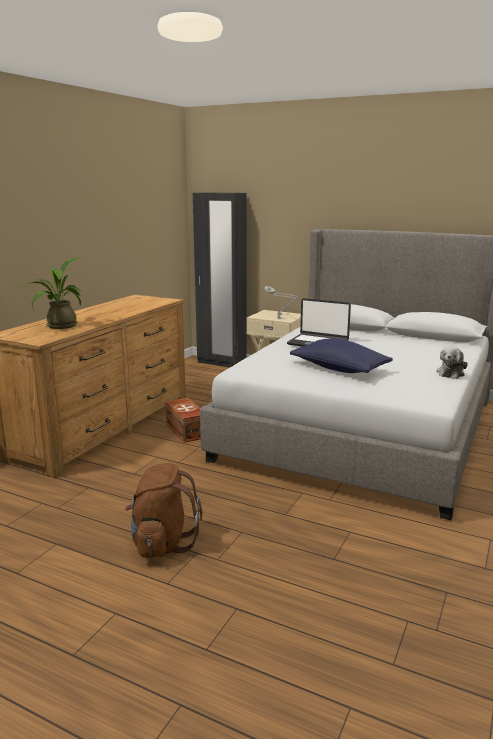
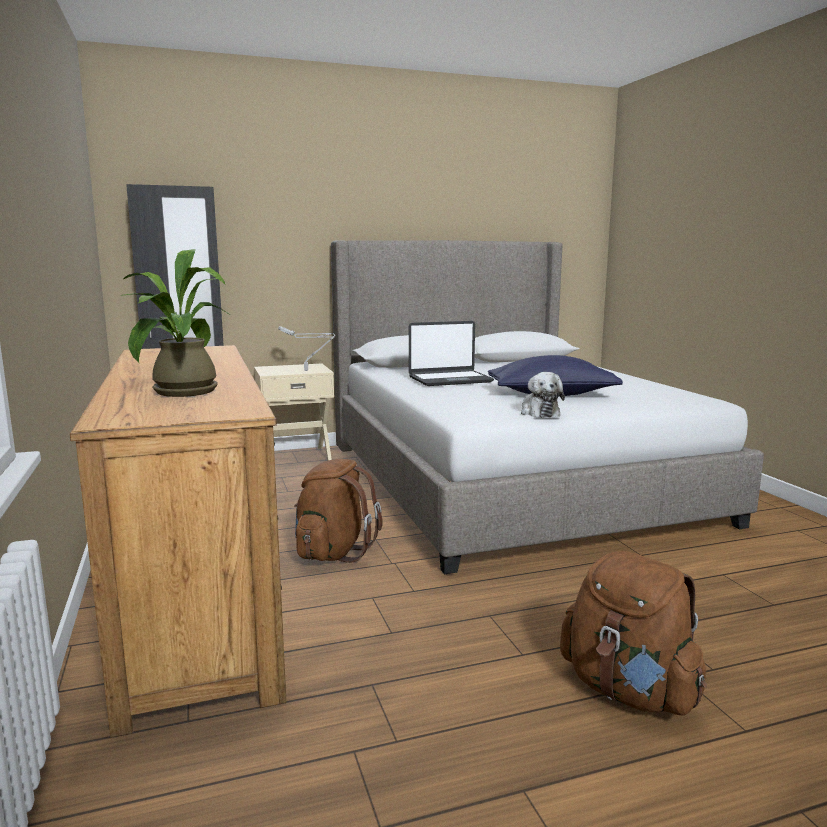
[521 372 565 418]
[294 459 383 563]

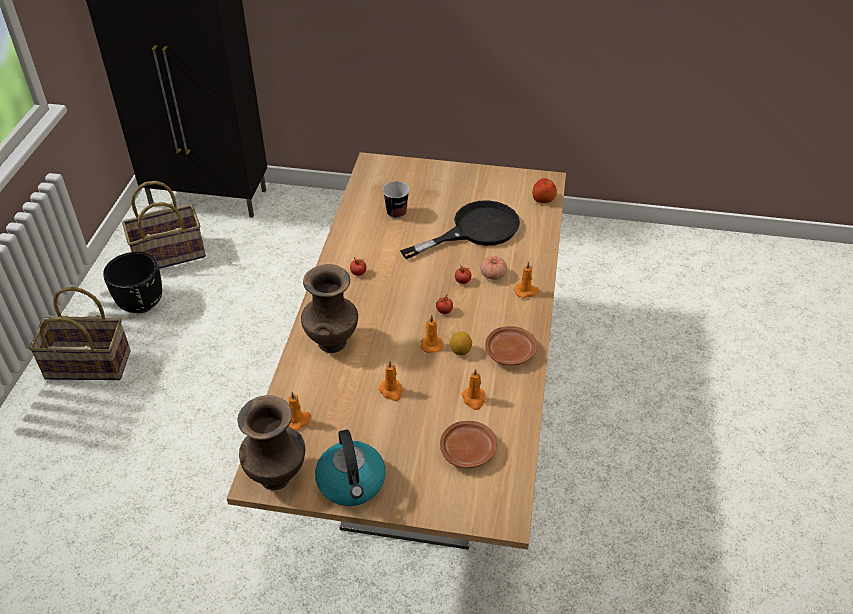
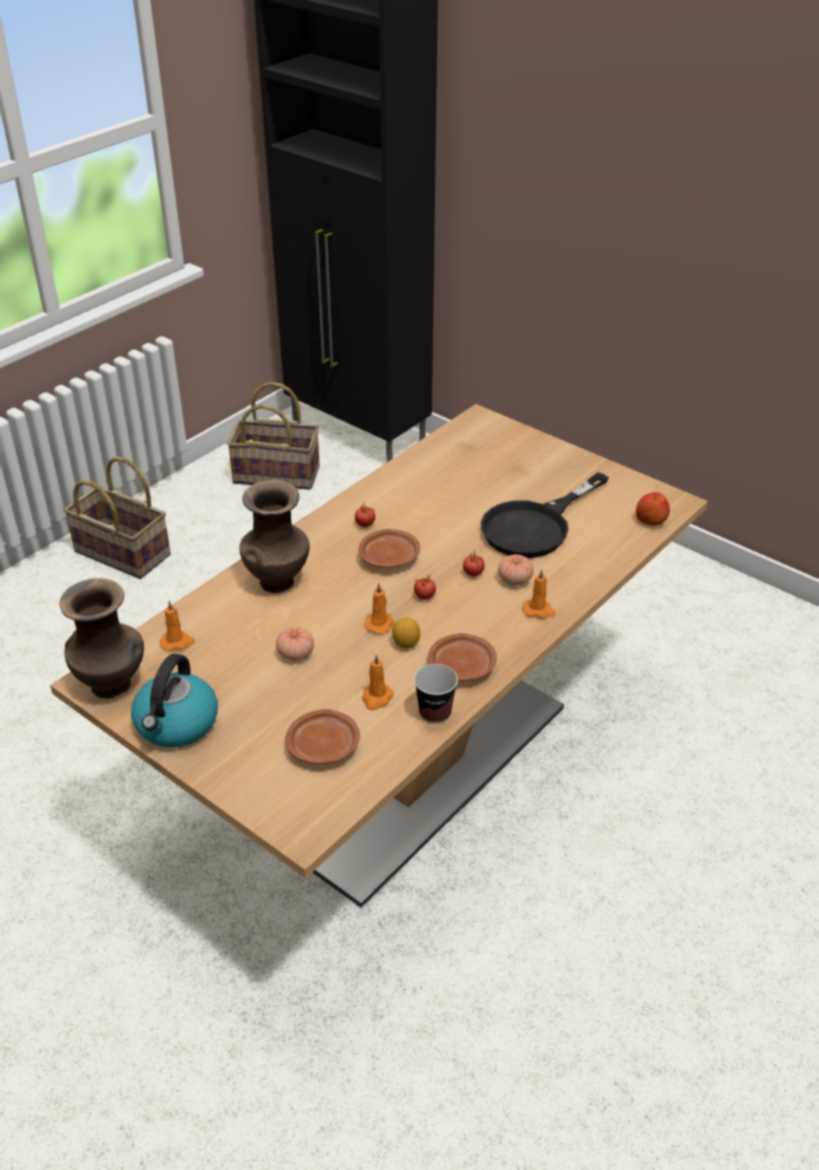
[103 252 162 313] (first image)
[358 529 420 568]
[414 664 458 724]
[276 627 314 661]
[481 472 609 558]

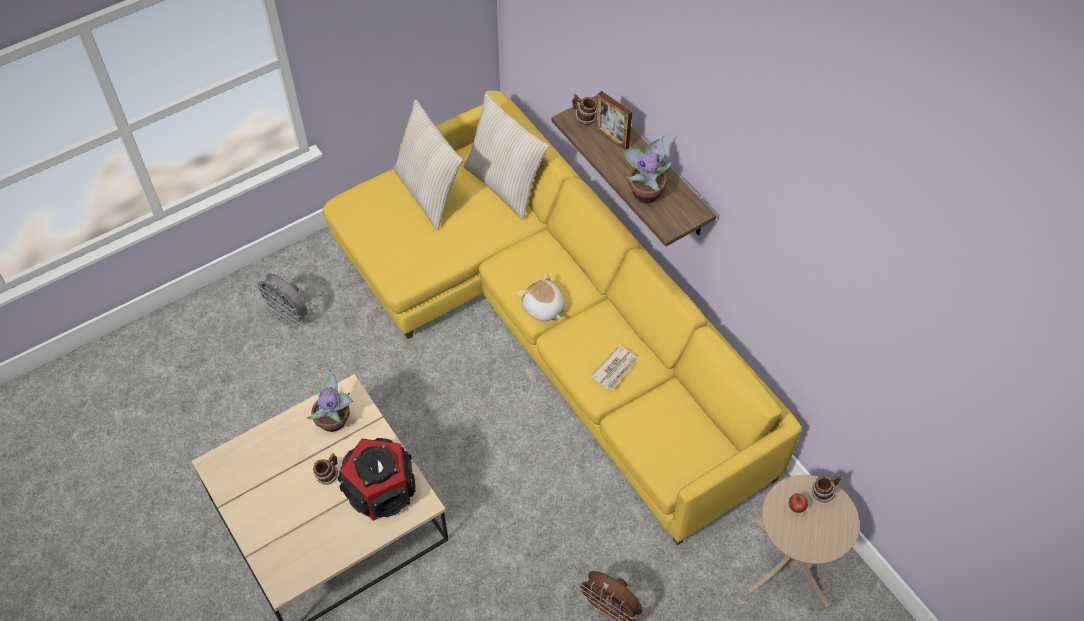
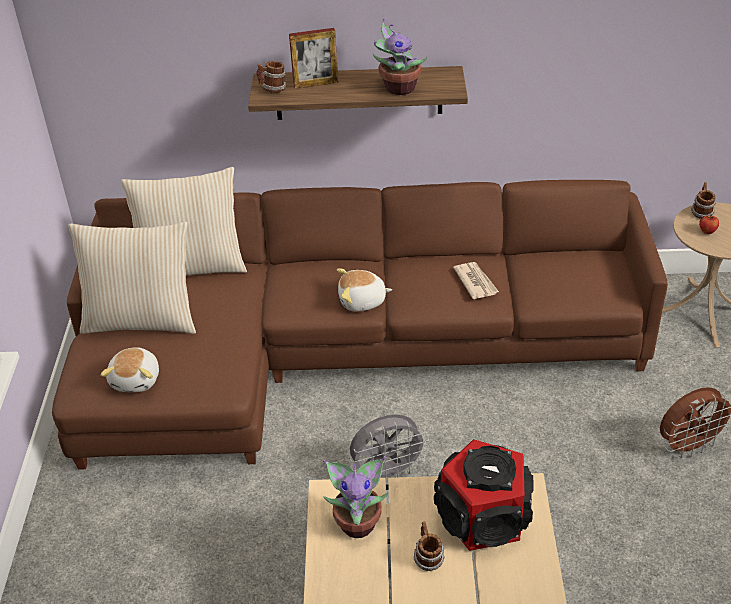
[100 347 159 392]
[350 414 429 483]
[52 180 668 470]

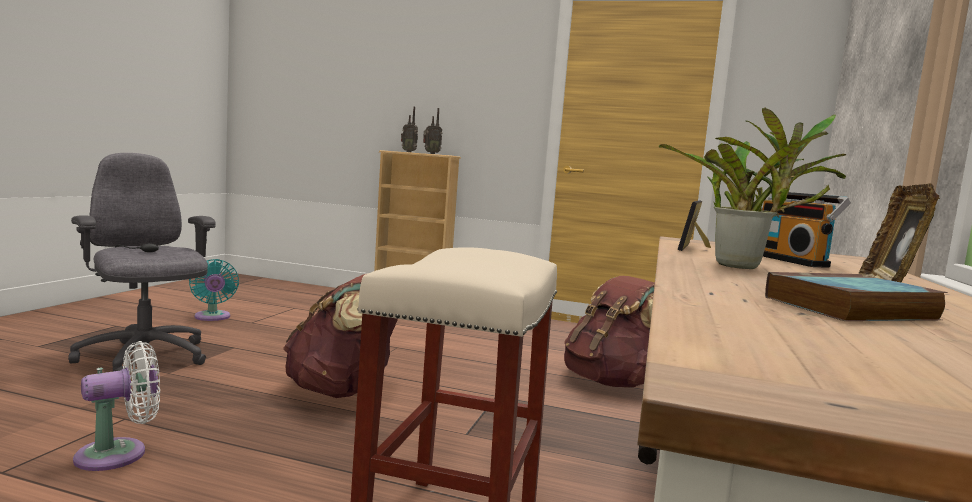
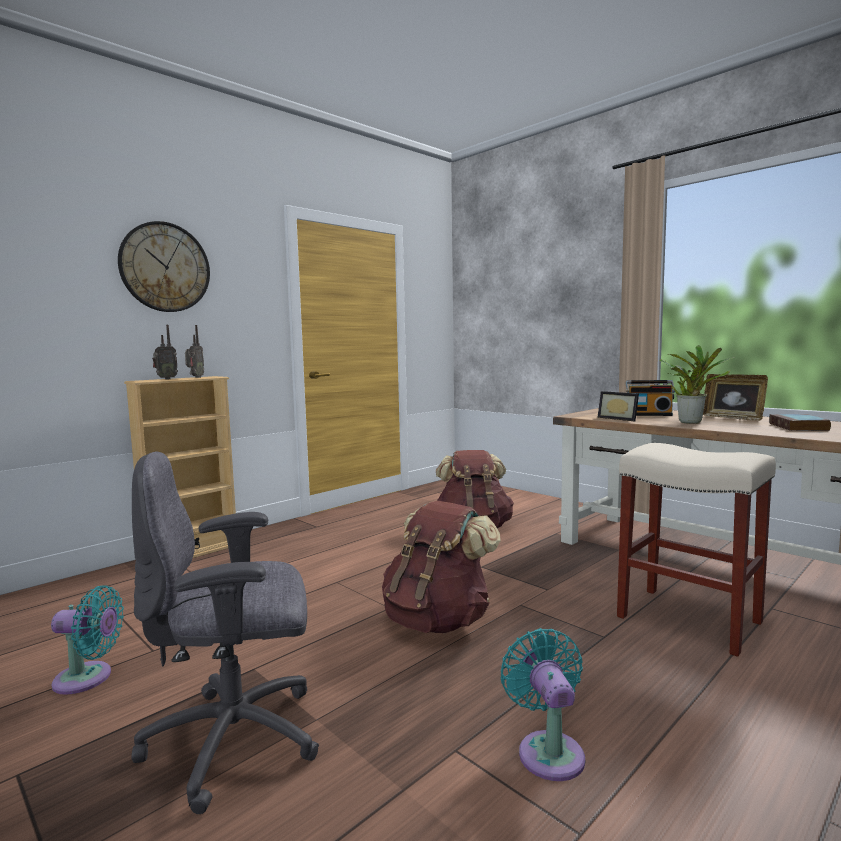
[118 221 210 312]
[501 628 585 781]

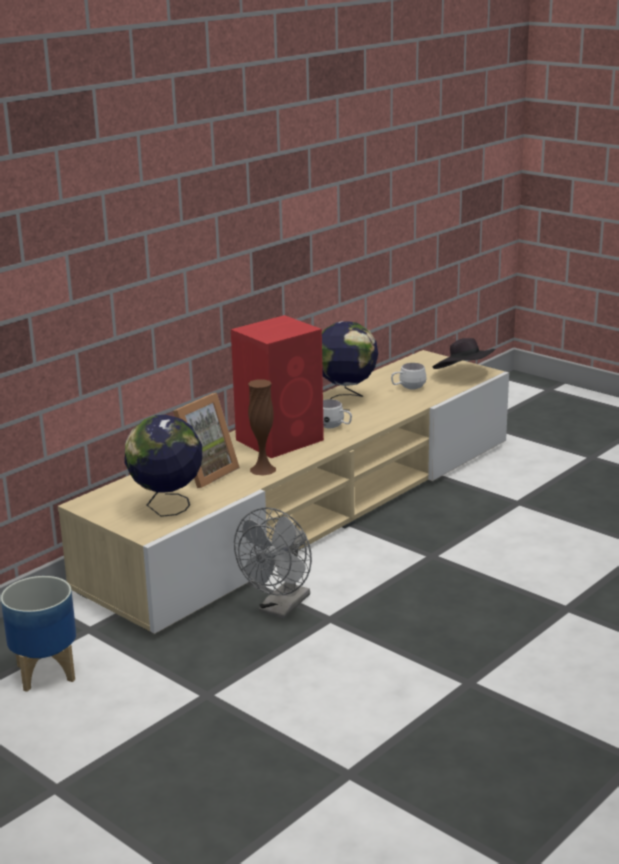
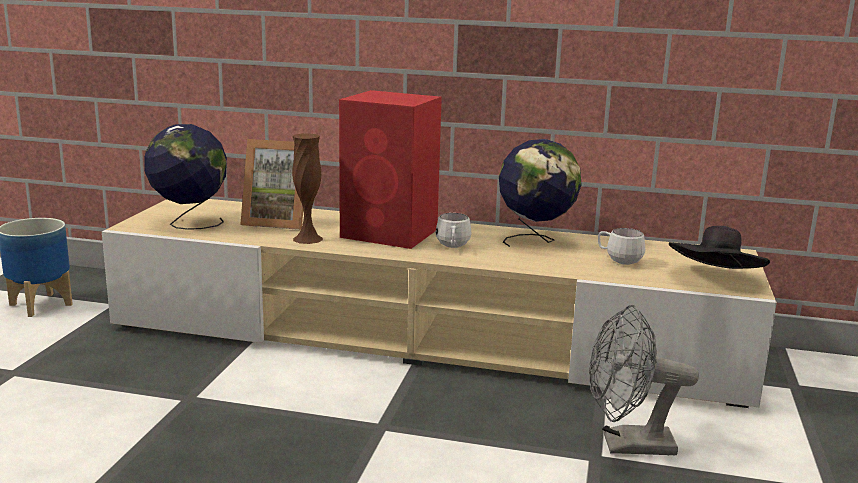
[589 305 699 455]

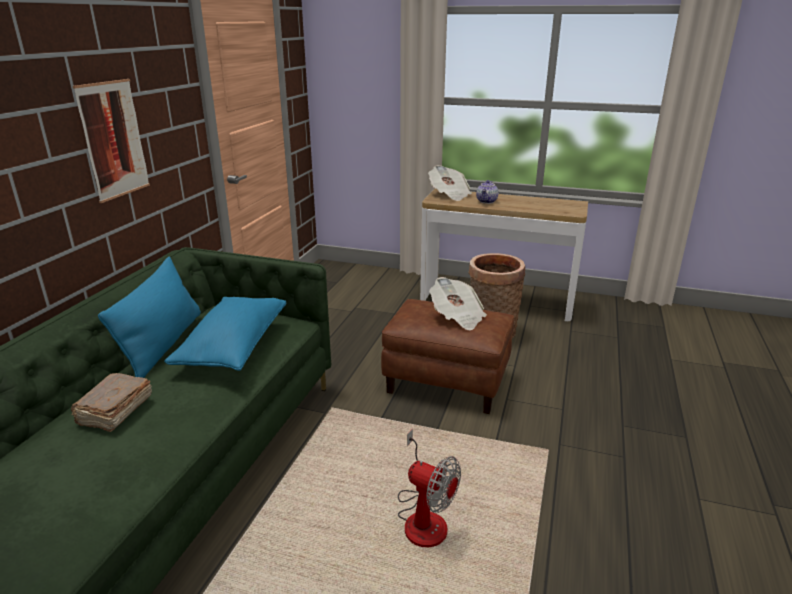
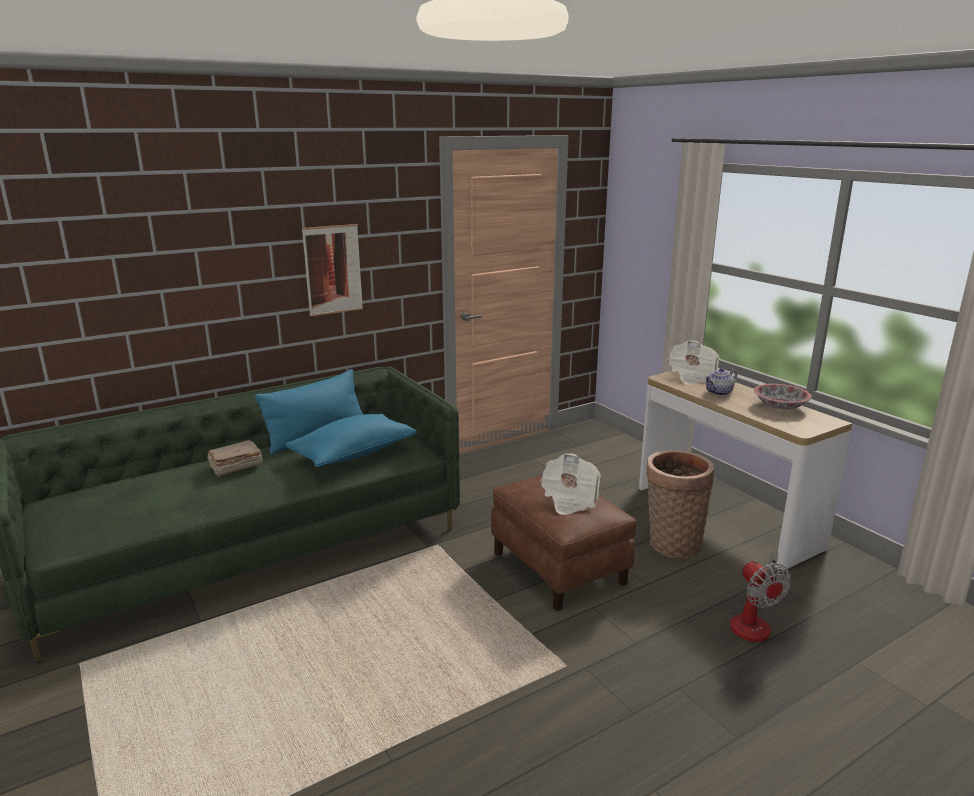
[754 384 811 409]
[730 553 791 642]

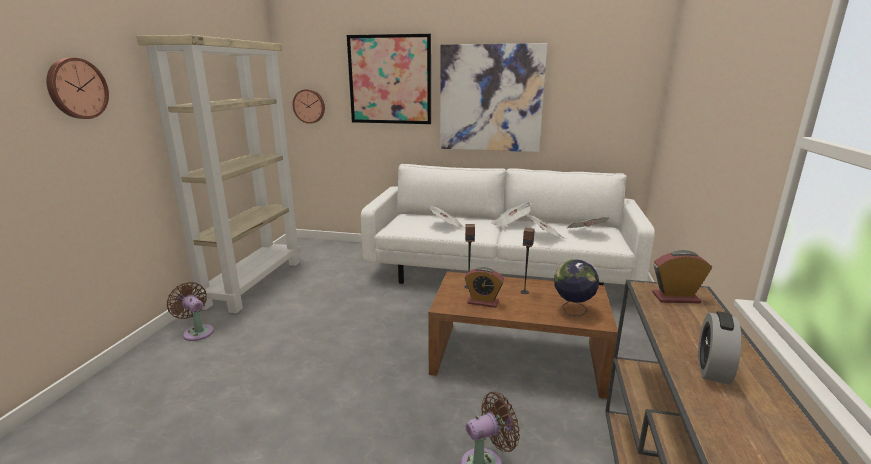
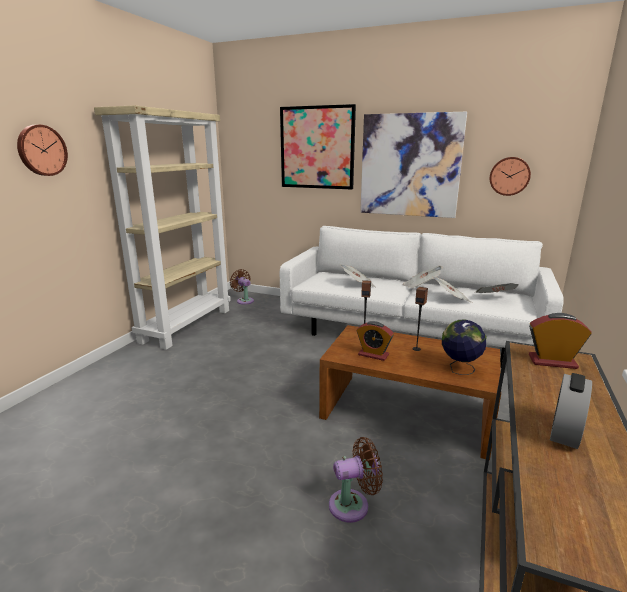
[230 269 254 305]
[490 157 531 196]

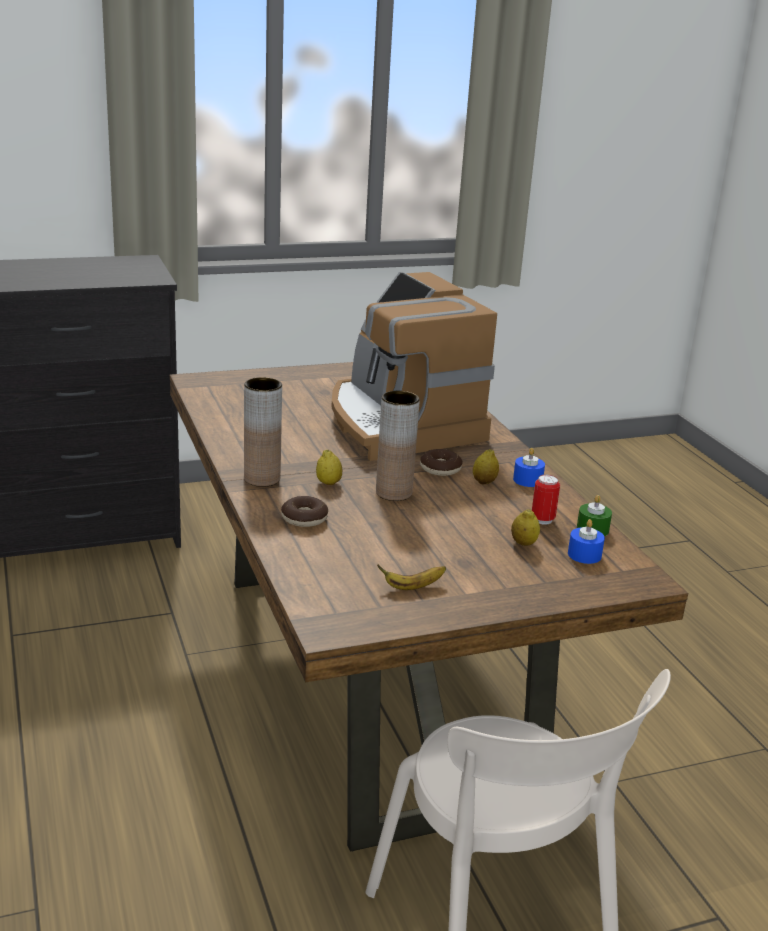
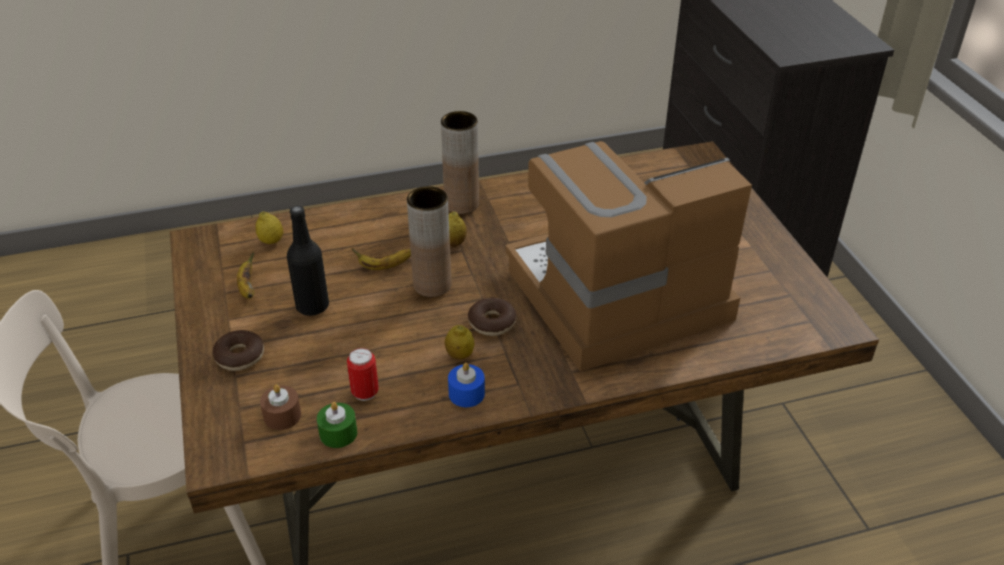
[287 206 329 316]
[351 248 411 270]
[213 330 264 371]
[256 211 284 244]
[260 384 301 430]

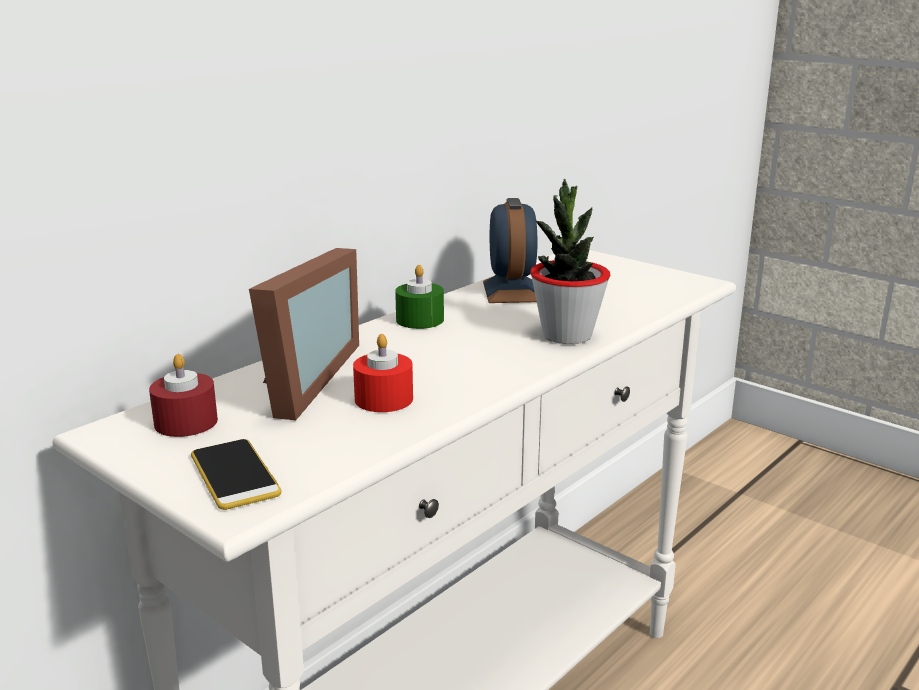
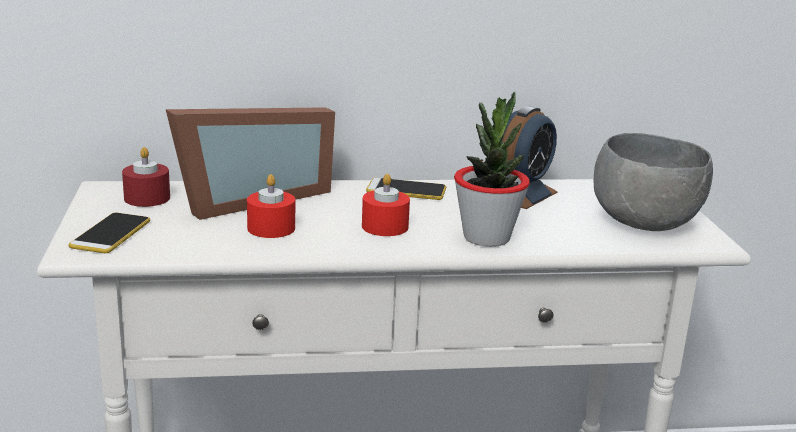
[362 174 410 236]
[594 133 713 231]
[366 178 446 200]

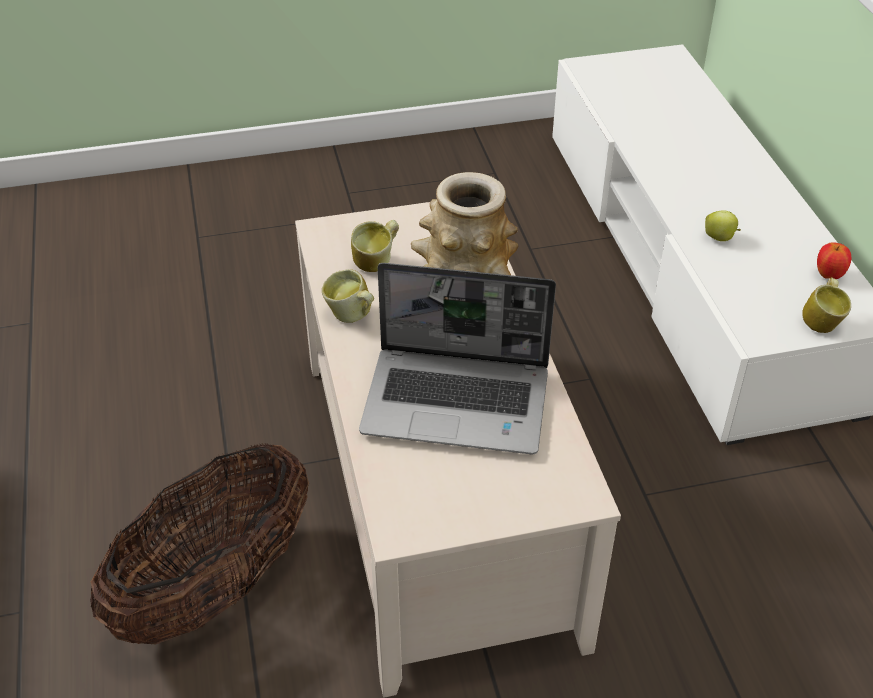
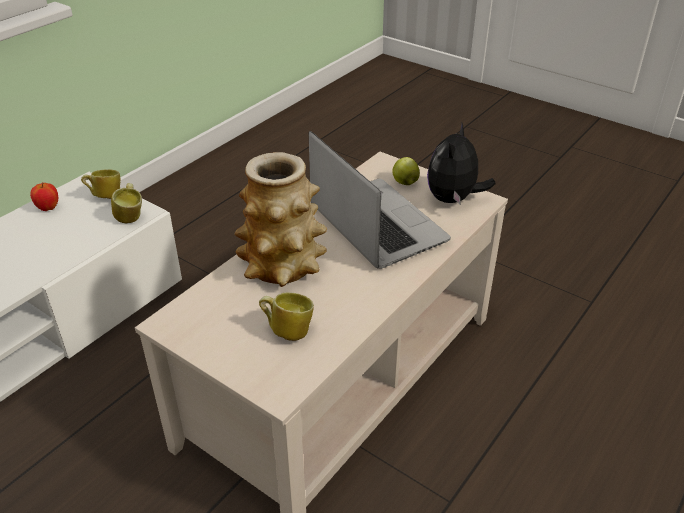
[90 443 309 644] (first image)
[427 123 495 204]
[111 183 142 223]
[392 157 420 185]

